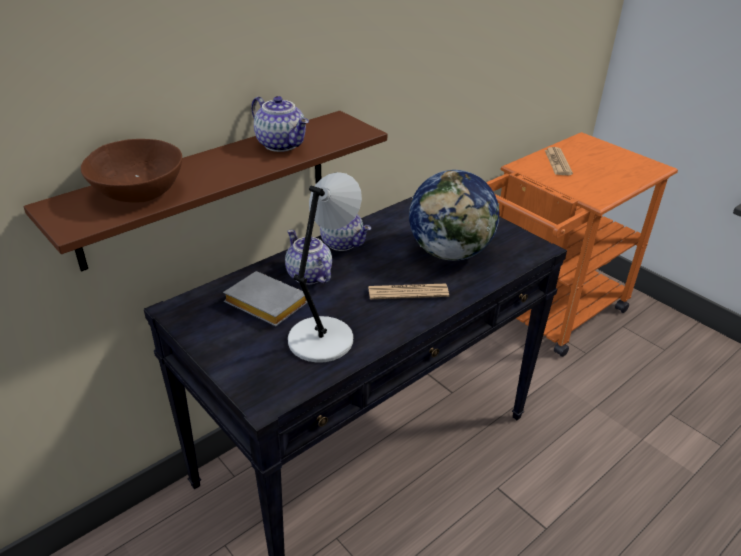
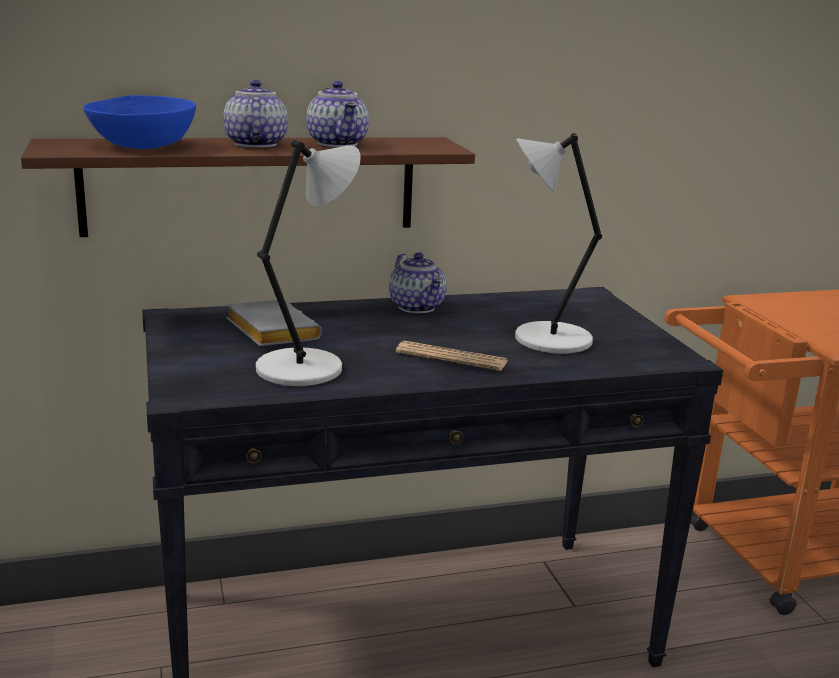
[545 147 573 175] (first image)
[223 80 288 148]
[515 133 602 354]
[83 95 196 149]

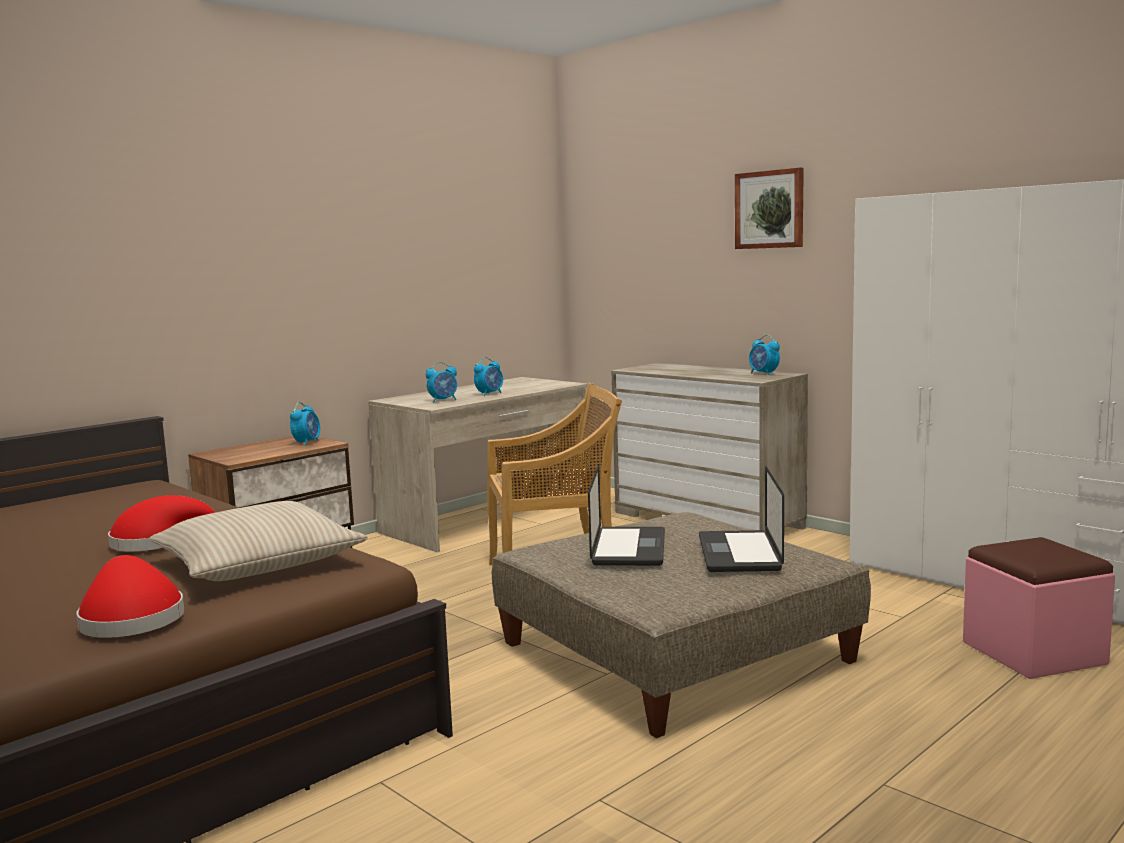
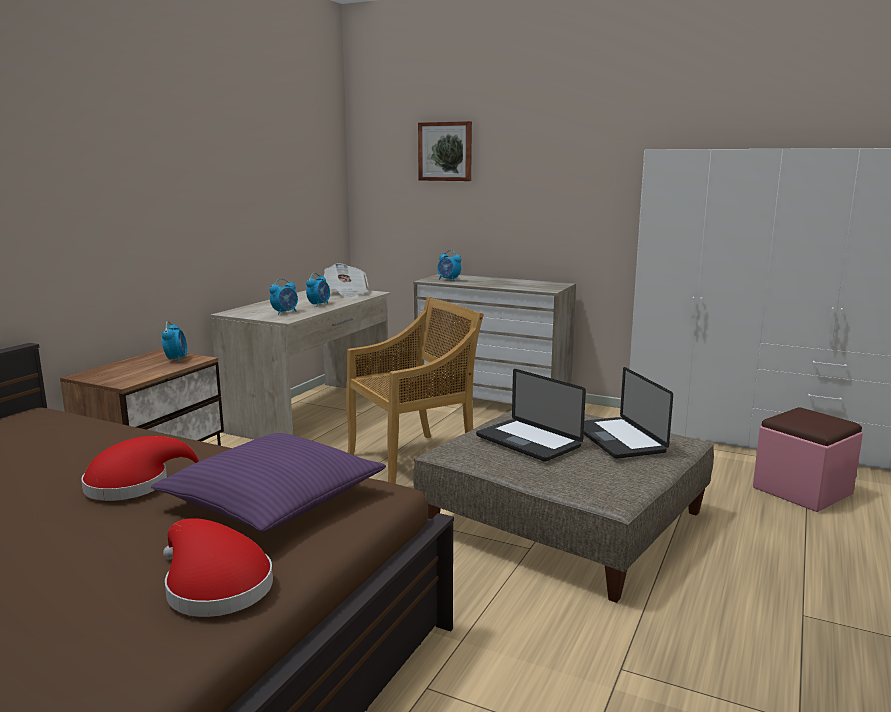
[324 263 369 298]
[418 121 472 181]
[437 250 461 281]
[151 433 386 532]
[476 369 586 462]

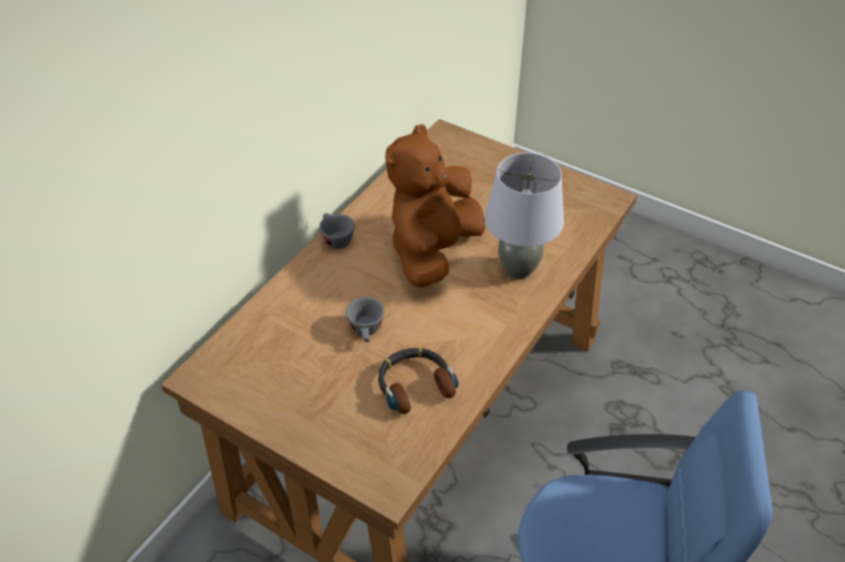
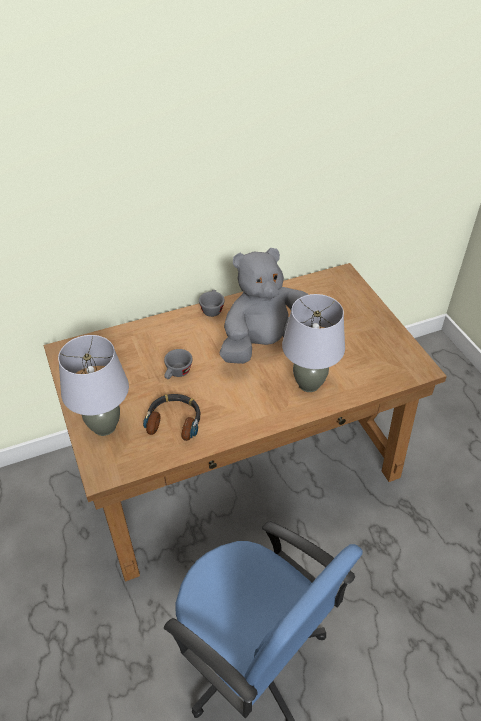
[58 335 129 436]
[219 248 312 364]

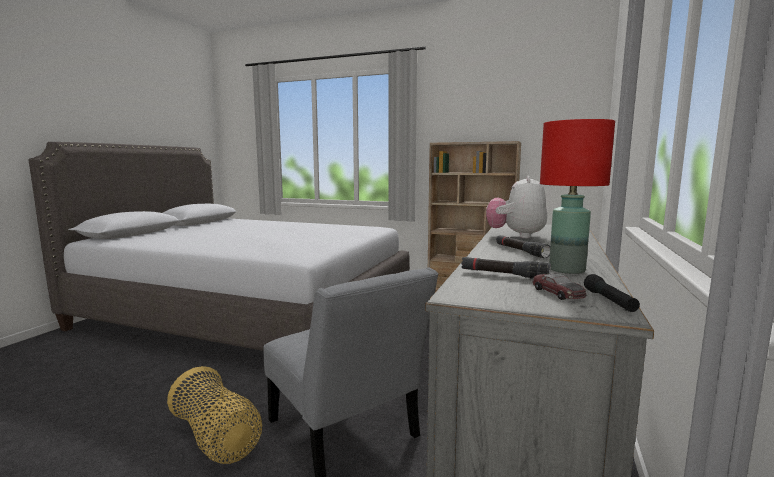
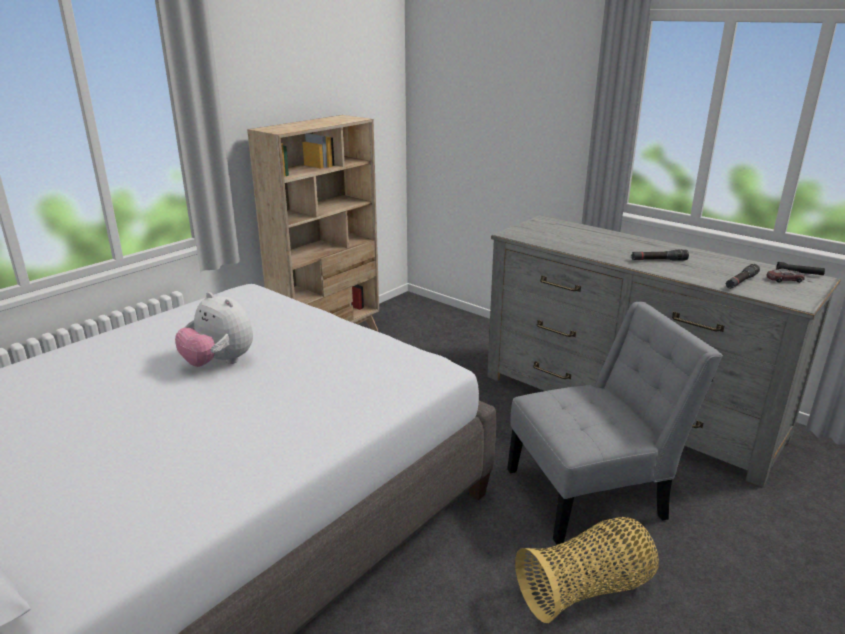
[540 119 615 274] (first image)
[175 292 253 367]

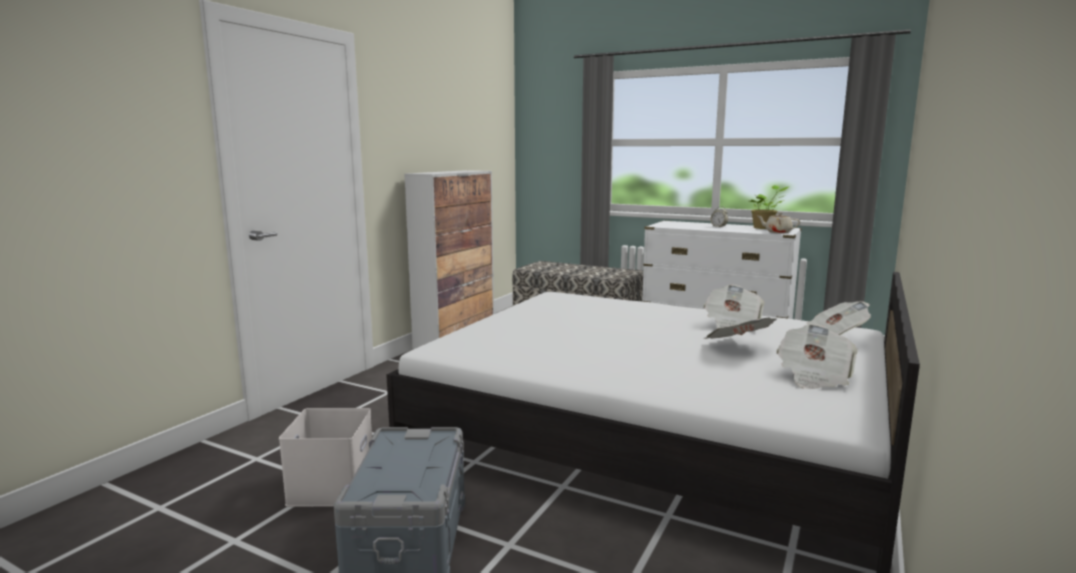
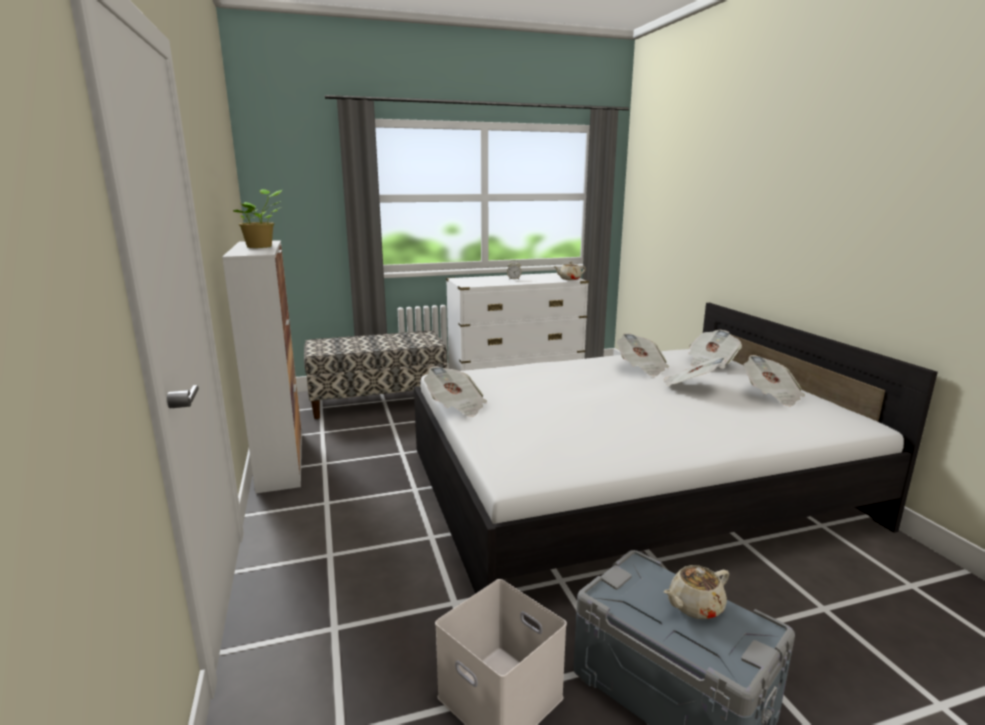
[424 366 487 417]
[664 565 729 619]
[233 189 282 248]

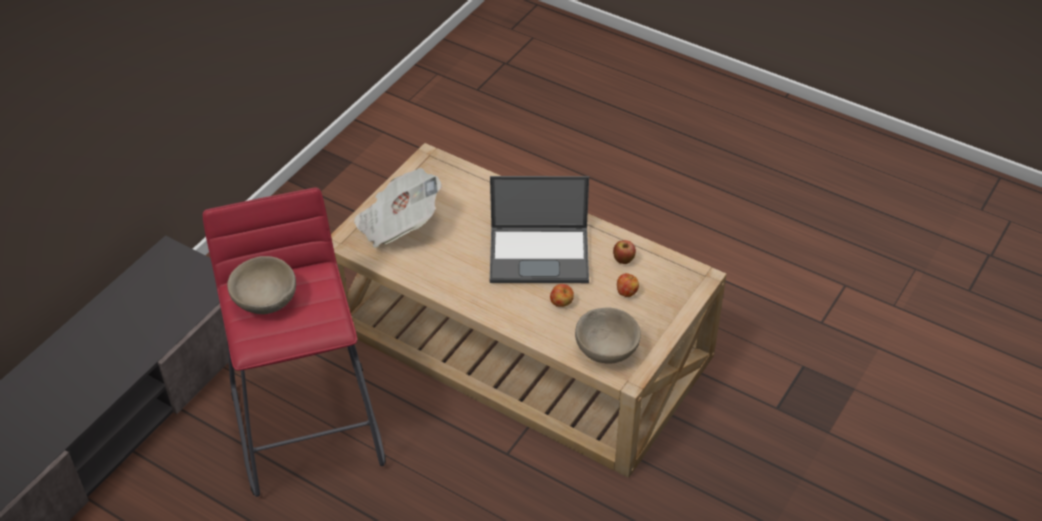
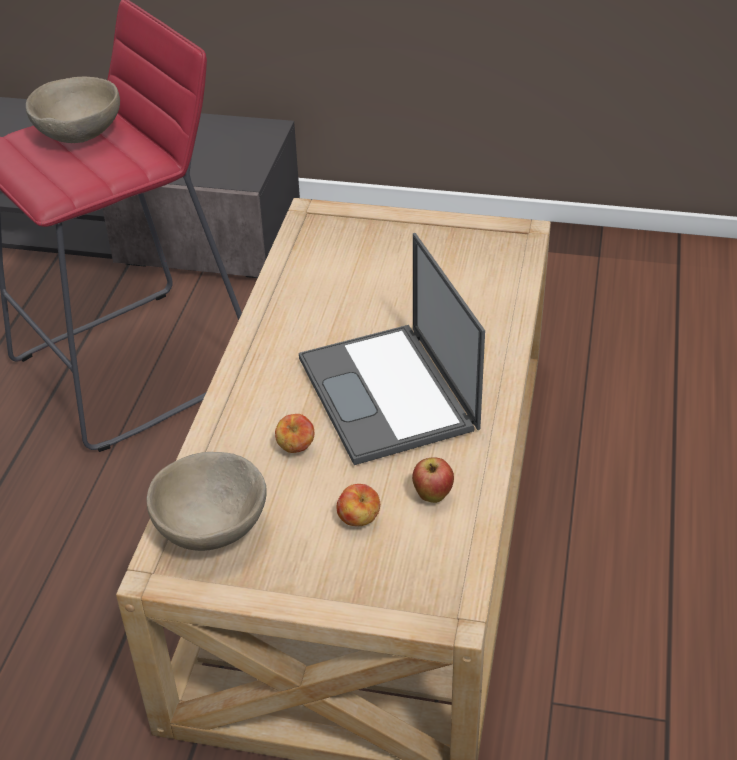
[354 168 442 248] (first image)

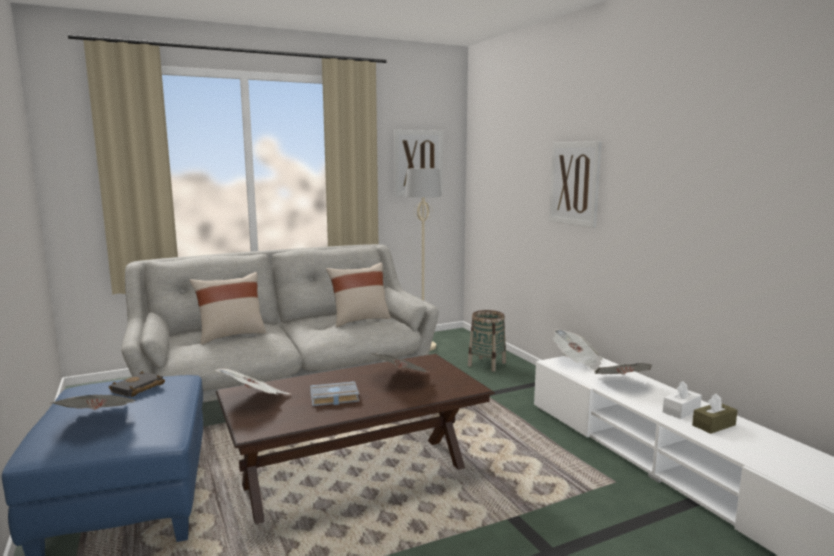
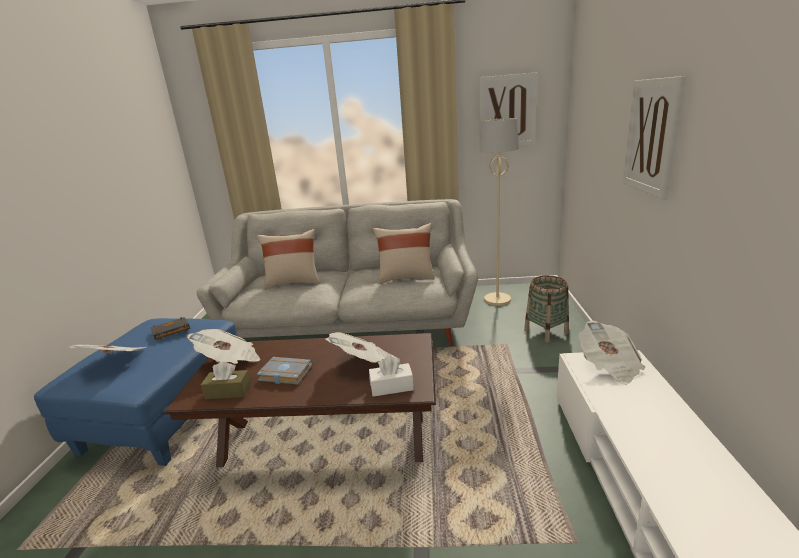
[594 363 652 375] (first image)
[369 356 414 397]
[201 362 251 399]

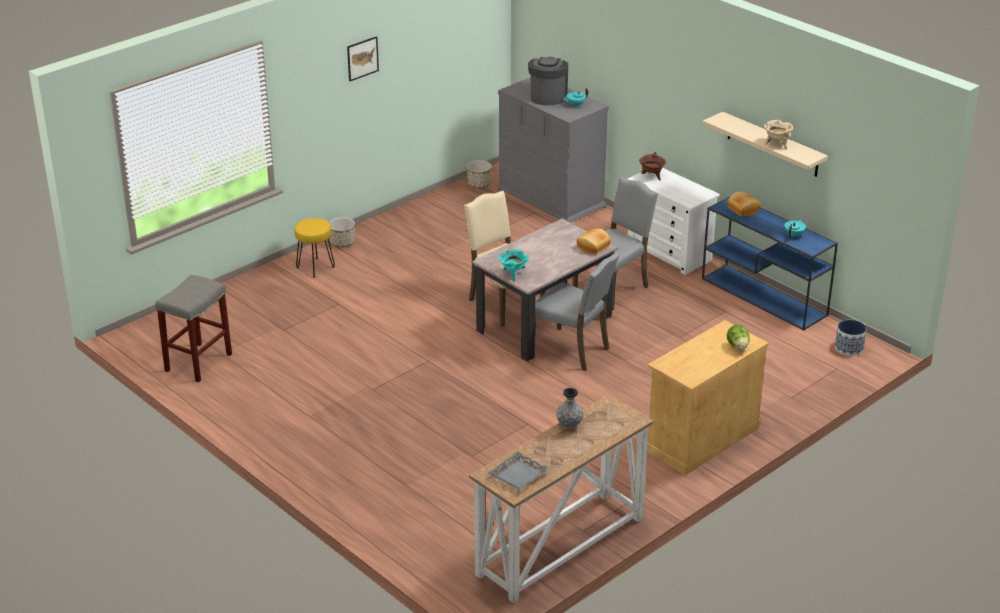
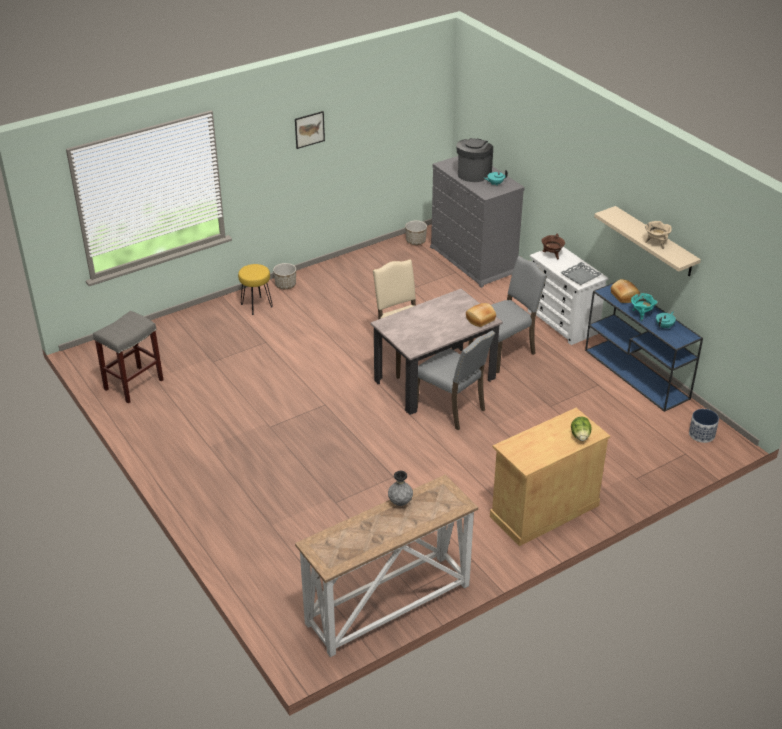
[560 262 602 285]
[631 293 657 321]

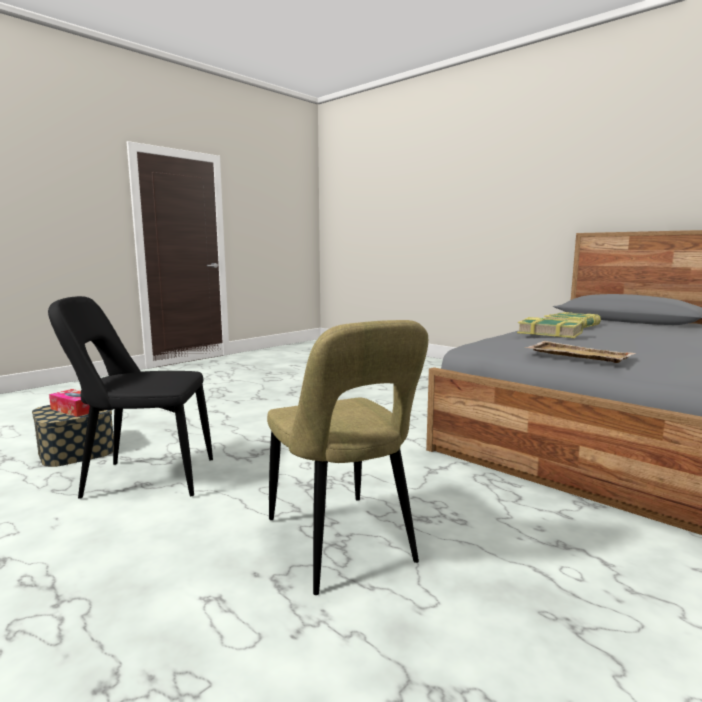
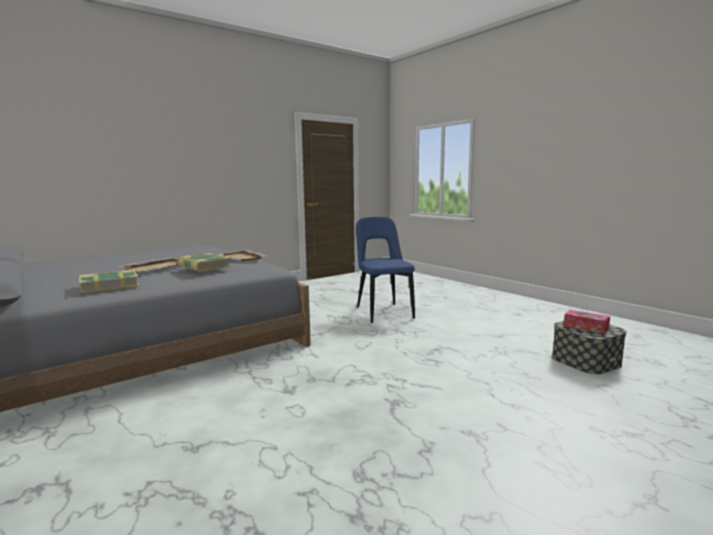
[48 296 213 499] (first image)
[119 257 178 272]
[356 217 415 323]

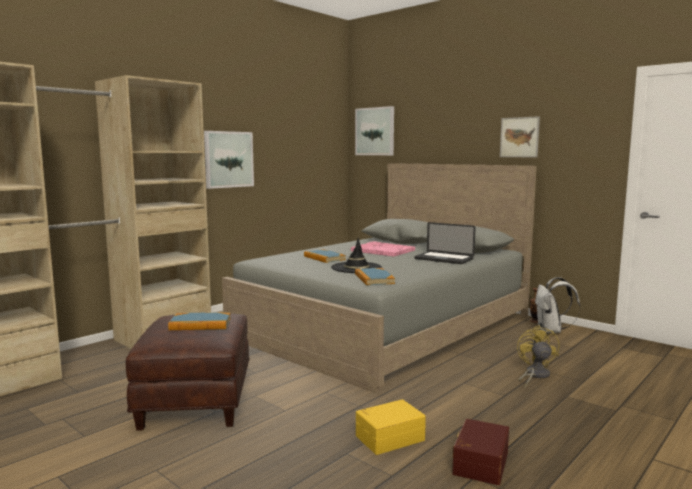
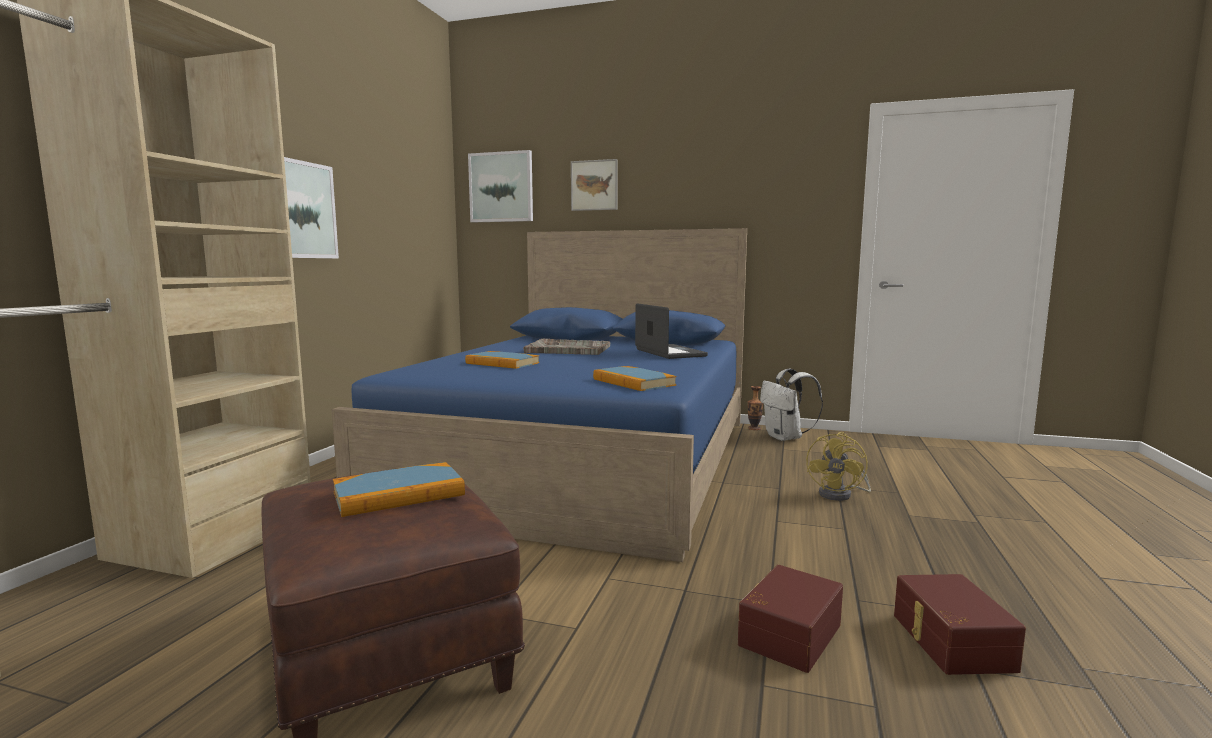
[331 238 382 273] (first image)
[571 159 618 211]
[332 228 747 562]
[523 338 610 355]
[738 565 843 673]
[635 303 708 359]
[806 432 871 501]

